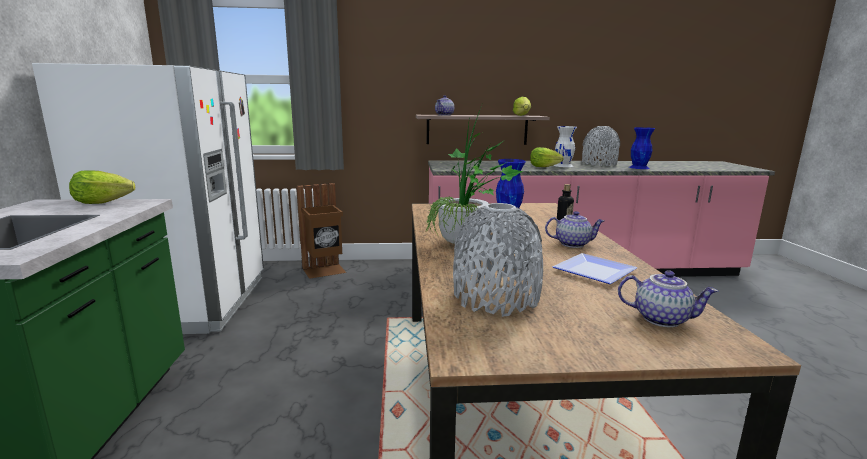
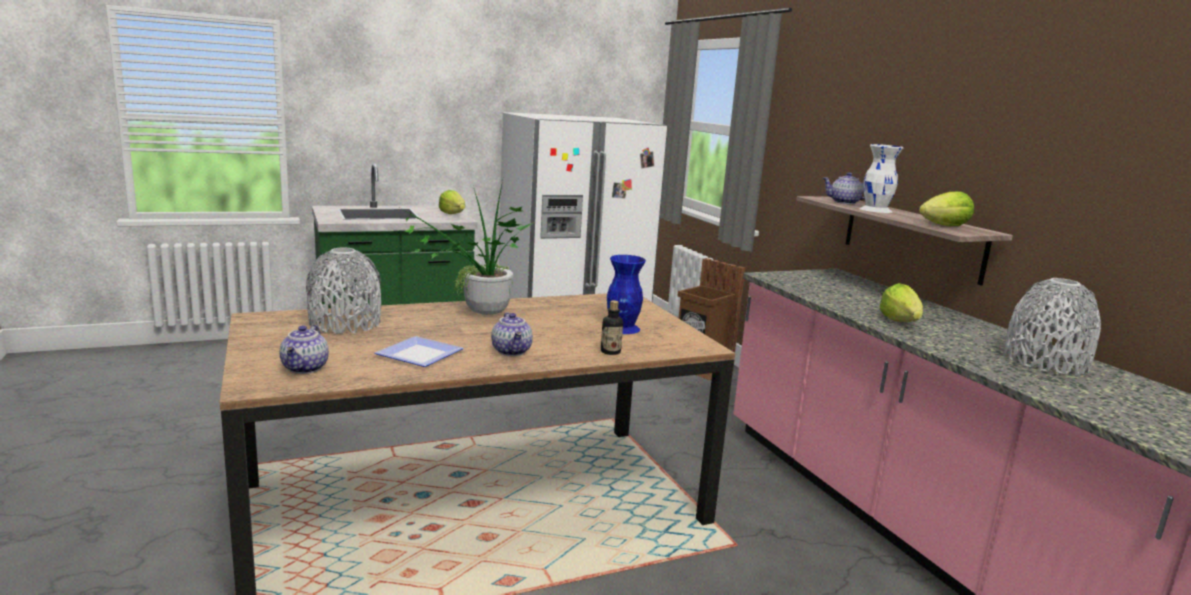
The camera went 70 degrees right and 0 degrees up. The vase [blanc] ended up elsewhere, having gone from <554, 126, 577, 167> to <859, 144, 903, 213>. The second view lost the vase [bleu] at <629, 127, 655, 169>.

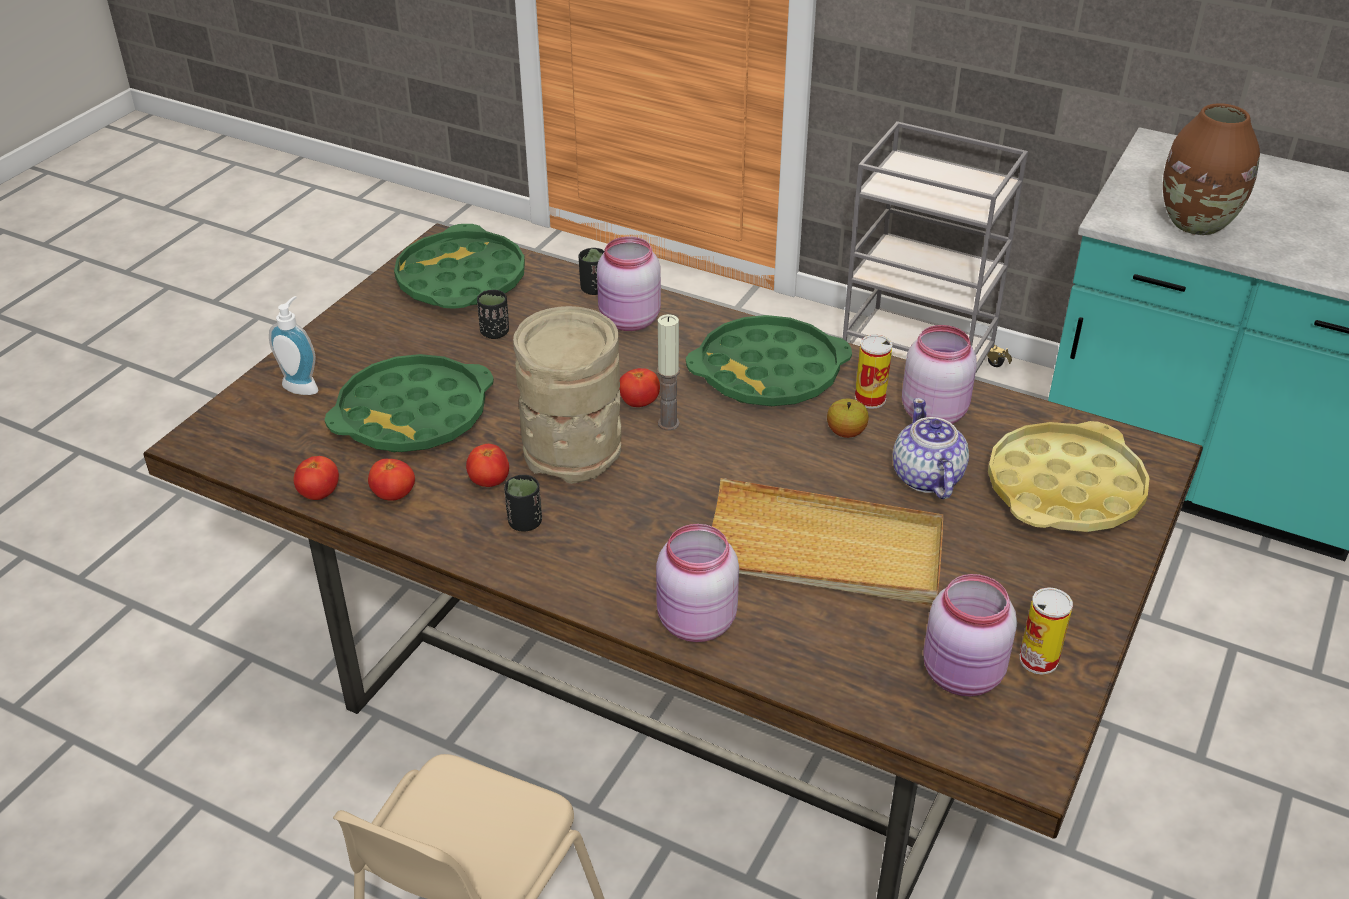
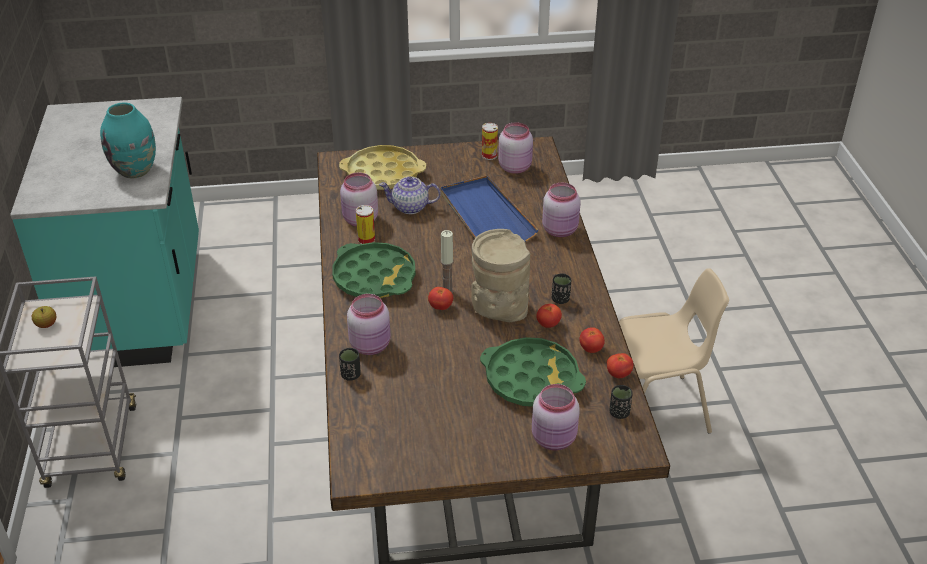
The camera went 125 degrees left and 0 degrees up. What was the vase [marron] at <1163, 103, 1260, 235> turned into the vase [turquoise] at <100, 102, 156, 178>. The second view lost the plateau [vert] at <394, 224, 525, 309>. The tasse [noir] ended up elsewhere, having gone from <477, 290, 509, 339> to <610, 385, 633, 419>. Where the distributeur de savon stood at <269, 296, 319, 395>, the bocal [rose] came to stand at <532, 384, 580, 451>. The théière at <893, 398, 969, 499> ended up facing another way, 45 degrees clockwise from before. The pomme ended up elsewhere, having gone from <827, 399, 869, 438> to <32, 306, 56, 328>. What was the plateau [beige] at <712, 478, 943, 605> turned into the plateau [bleu] at <440, 176, 539, 242>.

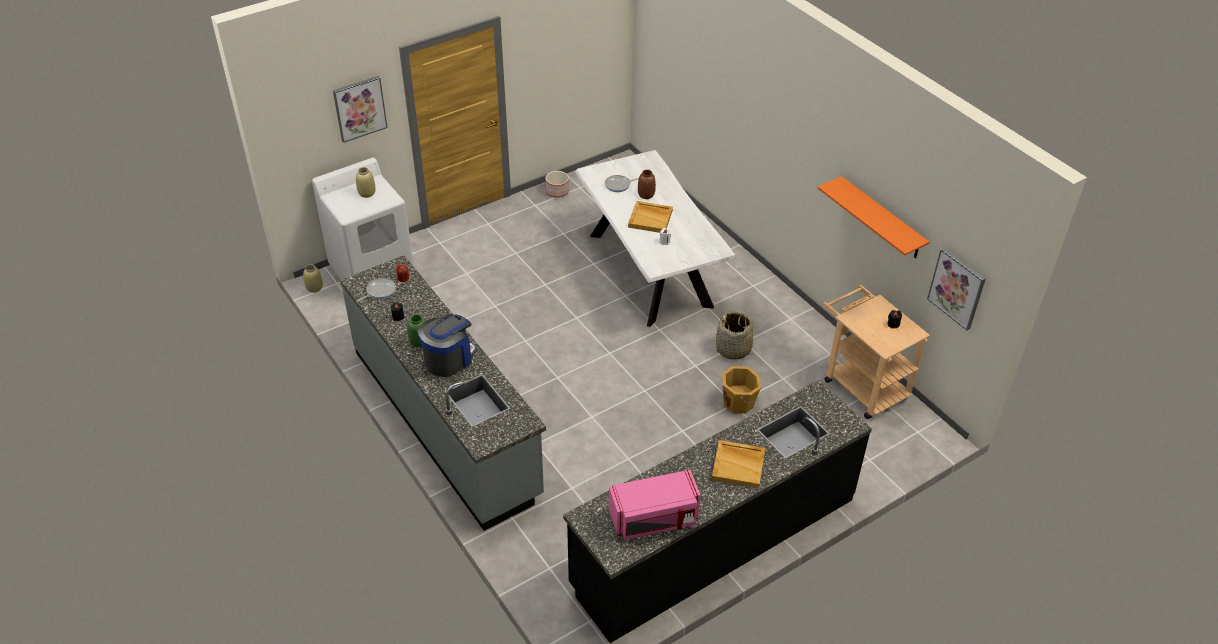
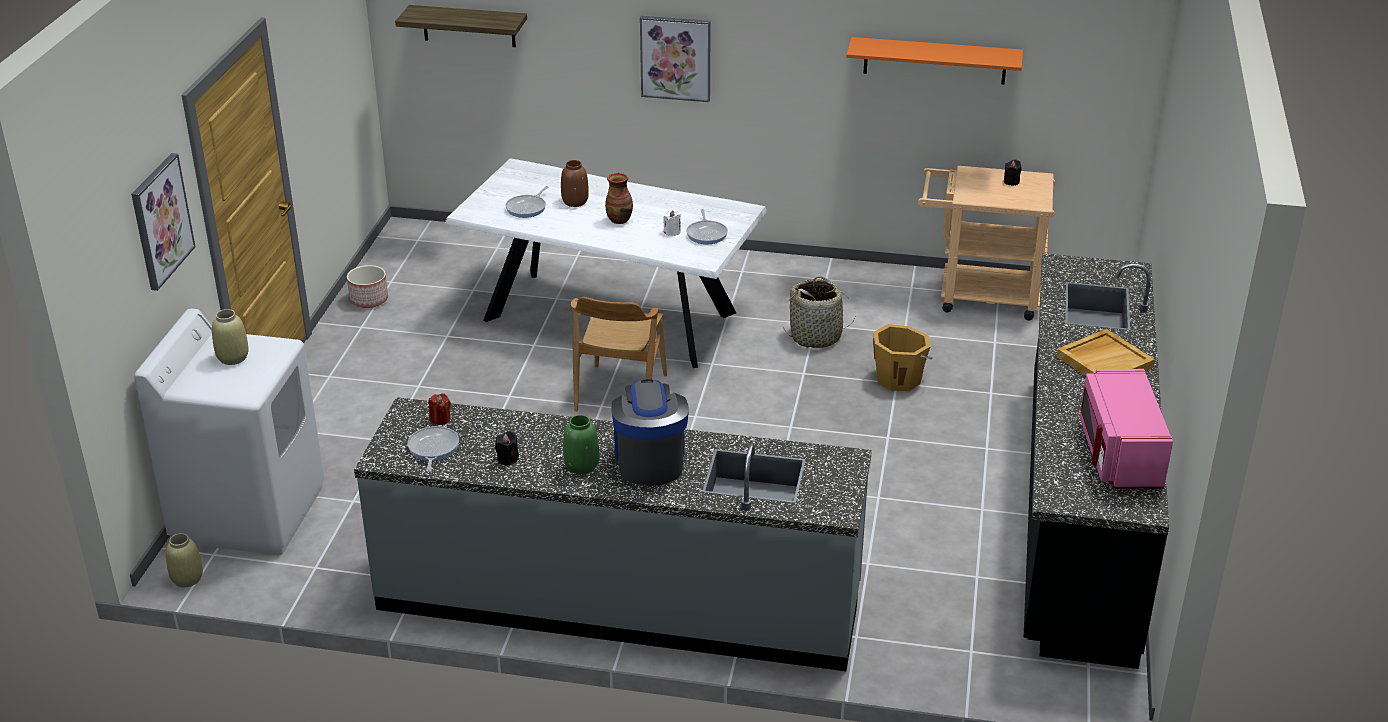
The camera went 45 degrees left and 10 degrees down. Where the plateau [beige] stood at <628, 201, 673, 233>, the vase came to stand at <605, 173, 633, 224>. The tableau ended up elsewhere, having gone from <927, 248, 986, 330> to <640, 16, 711, 102>. The micro-ondes [rose] at <609, 470, 700, 540> ended up facing another way, 150 degrees clockwise from before. The second view gained the étagère at <395, 5, 527, 47>. The second view gained the poêle at <686, 209, 728, 244>. The second view gained the chaise [marron] at <571, 297, 667, 412>.

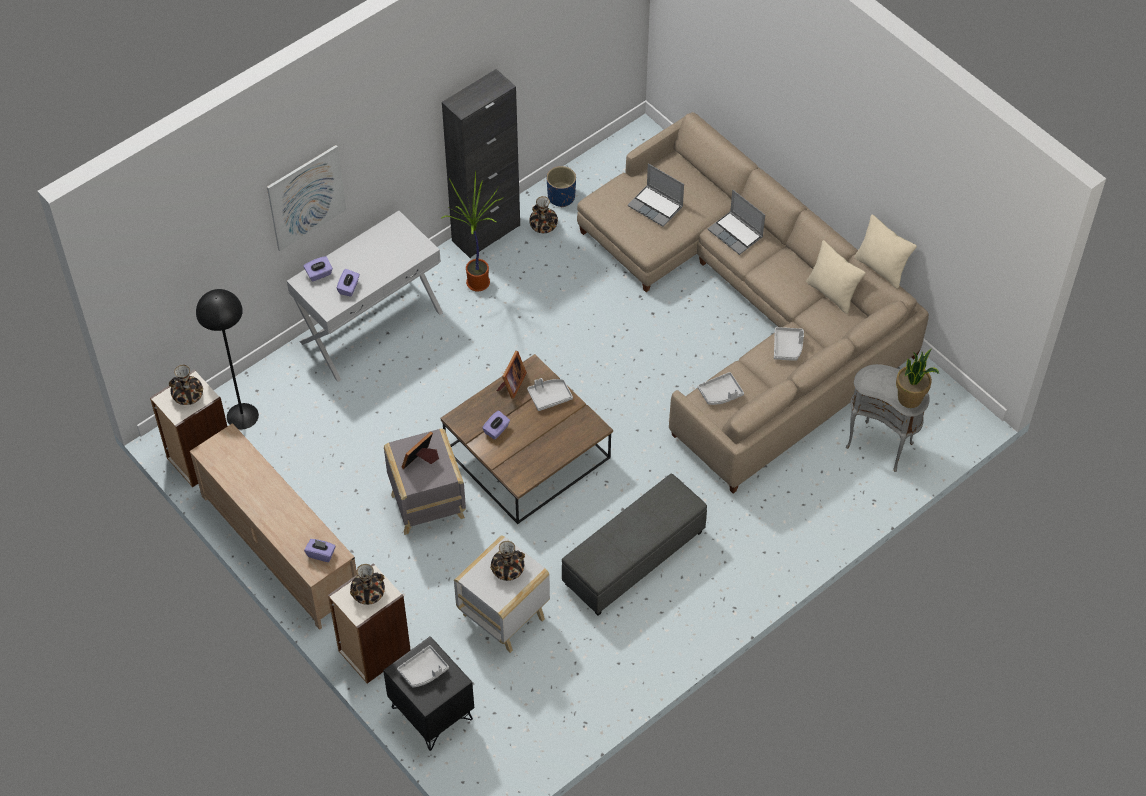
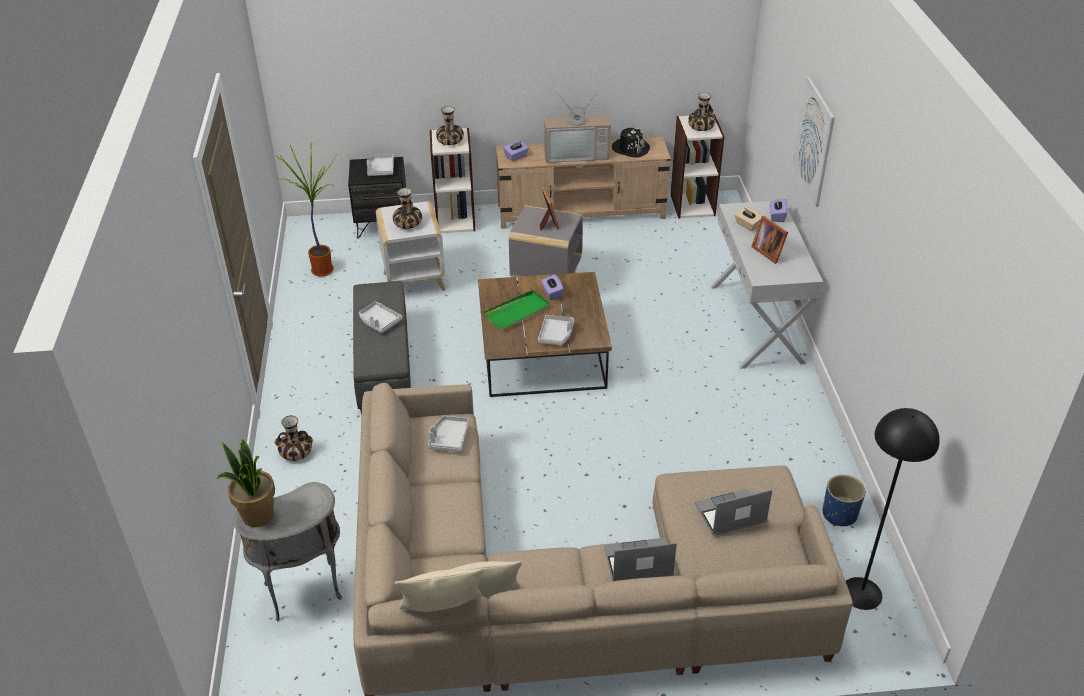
The camera went 125 degrees right and 15 degrees down. The second view lost the meuble de rangement [noir] at <442, 69, 520, 258>. The plante en pot ended up elsewhere, having gone from <442, 171, 503, 292> to <276, 143, 337, 277>. The vase ended up elsewhere, having gone from <529, 196, 558, 233> to <274, 415, 313, 461>. What was the boîte à mouchoirs [violet] at <337, 269, 360, 297> turned into the boîte à mouchoirs [beige] at <735, 206, 763, 231>. The lampadaire [noir] ended up elsewhere, having gone from <196, 289, 259, 429> to <846, 408, 940, 610>. The plateau [gris] ended up elsewhere, having gone from <774, 327, 804, 361> to <359, 301, 402, 333>. The cadre photo ended up elsewhere, having gone from <497, 351, 527, 399> to <751, 216, 788, 264>. The second view gained the téléviseur at <544, 92, 611, 163>. The second view gained the chapeau [noir] at <612, 127, 650, 158>. The second view gained the plateau [vert] at <483, 290, 551, 330>.

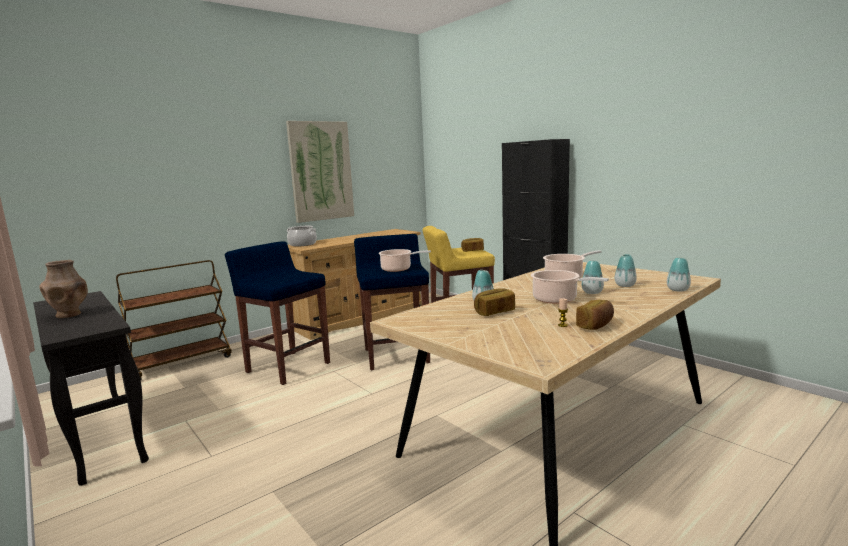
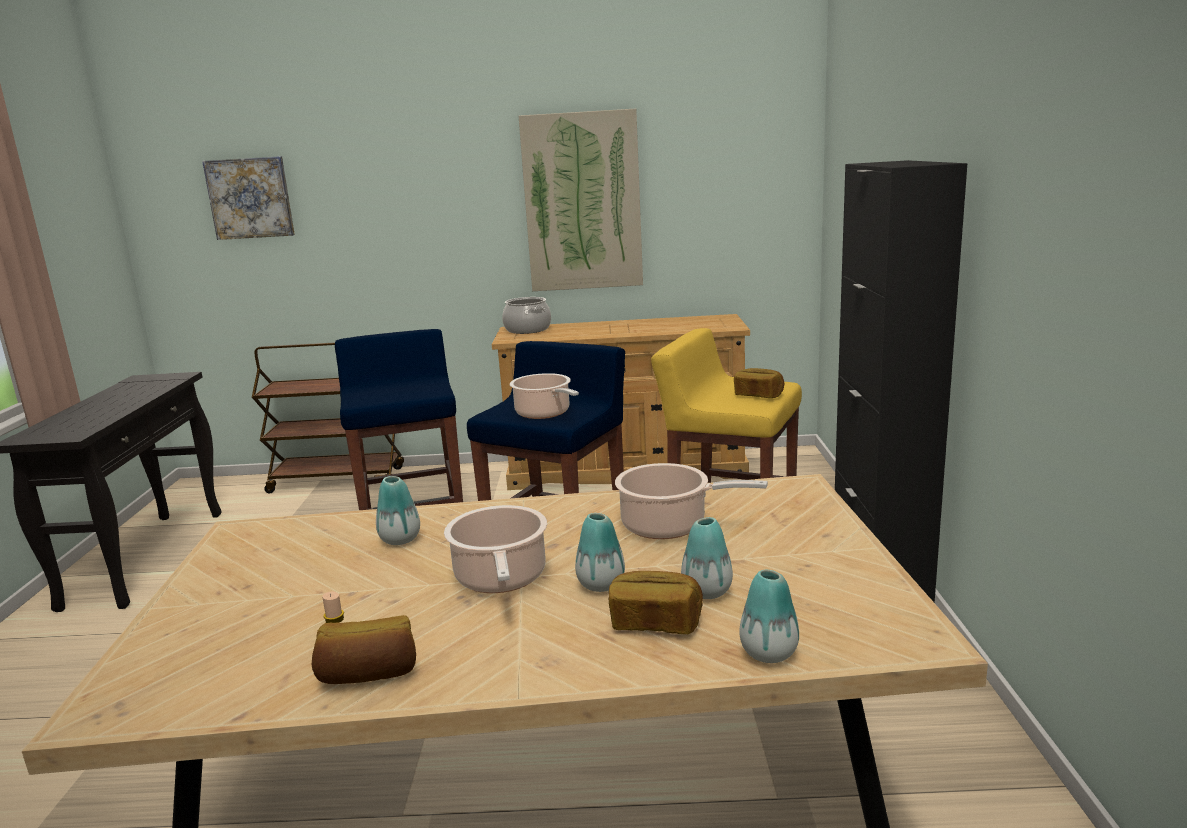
The camera went 40 degrees right and 5 degrees up. The second view lost the vase [marron] at <39, 260, 88, 318>. The pain ended up elsewhere, having gone from <474, 288, 515, 316> to <609, 571, 703, 634>. The second view gained the tableau at <202, 156, 295, 240>.

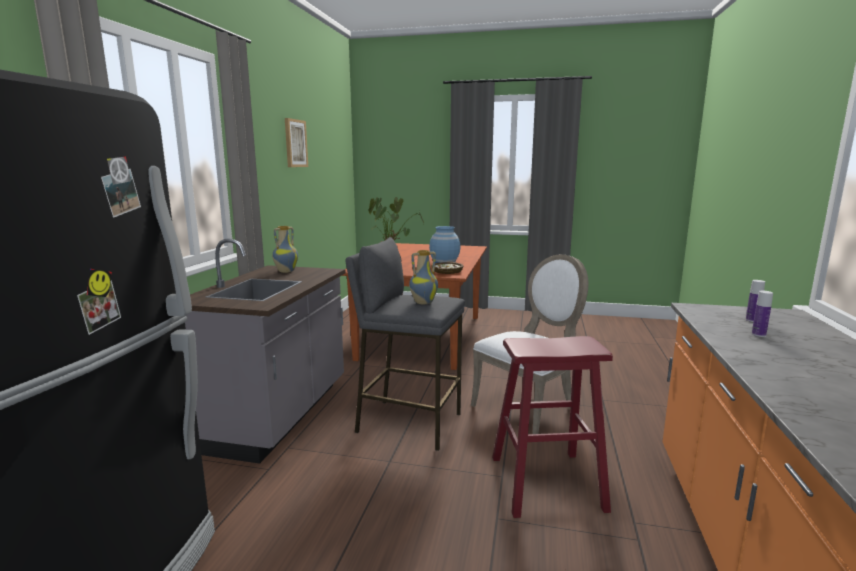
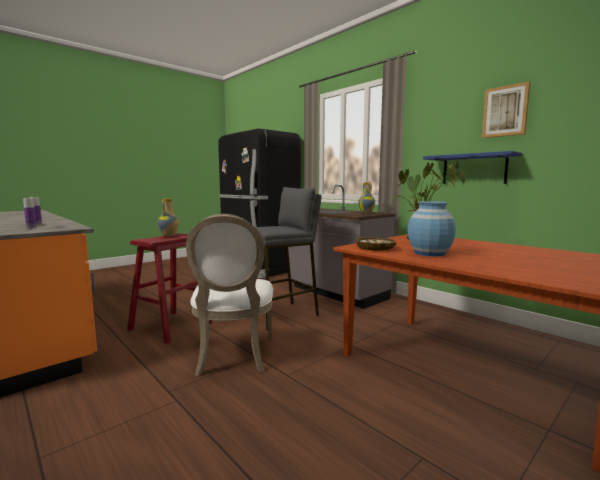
The camera went 125 degrees right and 5 degrees down. The vase ended up elsewhere, having gone from <409, 250, 438, 304> to <158, 199, 179, 236>. The second view gained the étagère [bleu] at <423, 151, 522, 184>.

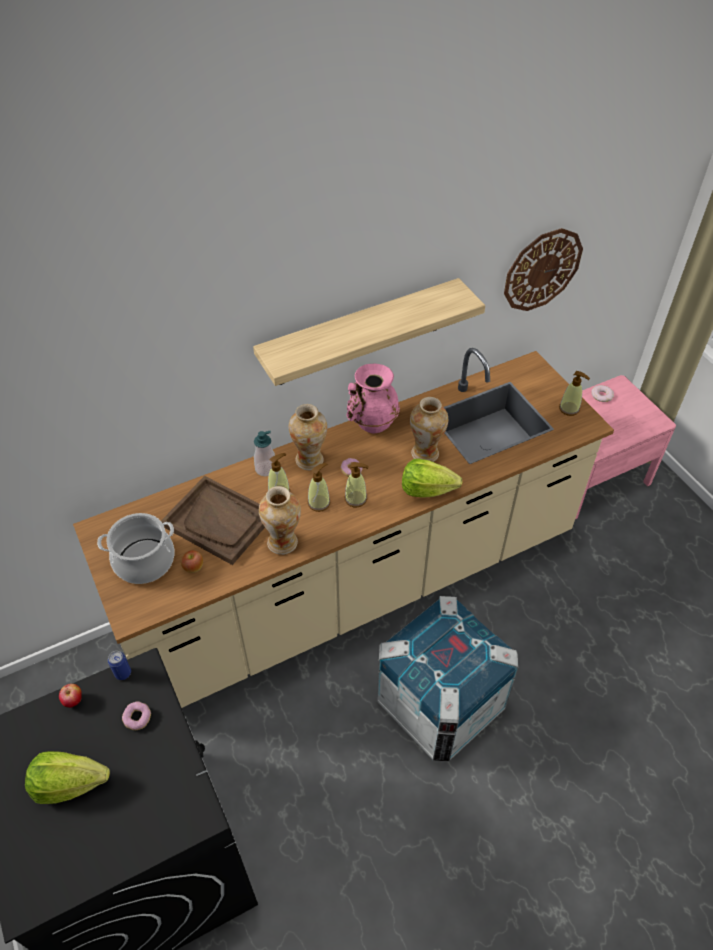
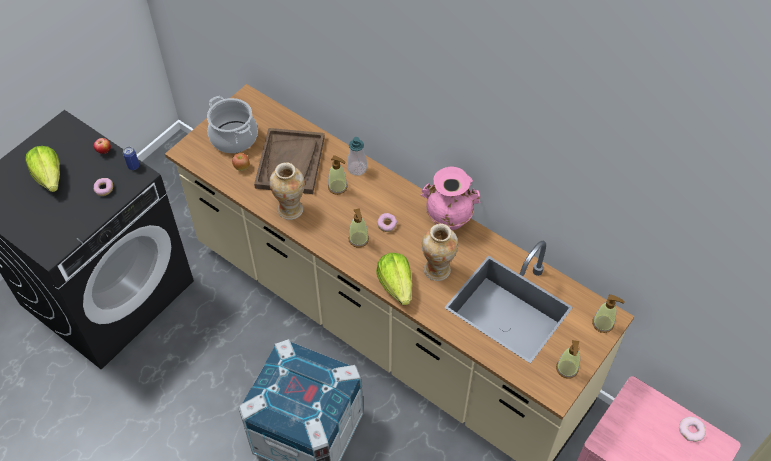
The camera went 65 degrees right and 5 degrees up. The second view lost the horloge murale at <504, 228, 583, 311>. The second view lost the étagère at <253, 278, 485, 386>. The second view lost the vase at <289, 404, 327, 470>. The distributeur de savon ended up elsewhere, having gone from <308, 463, 330, 512> to <592, 294, 625, 333>.

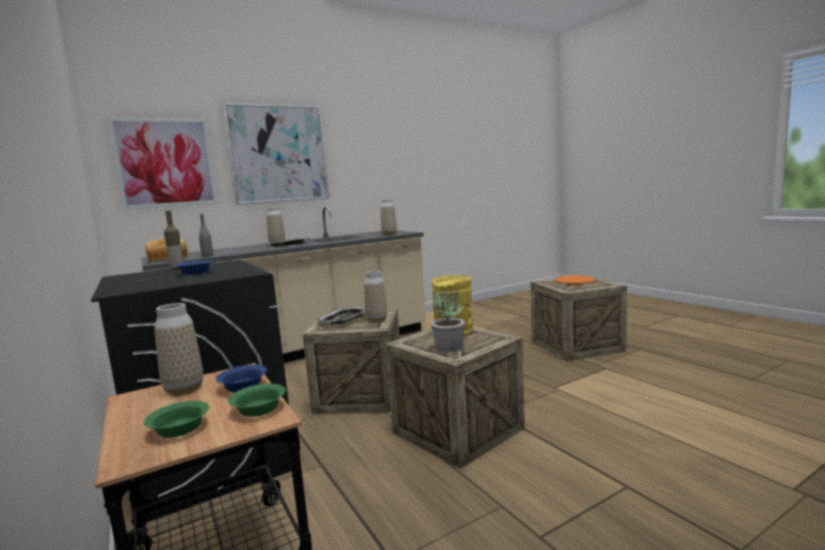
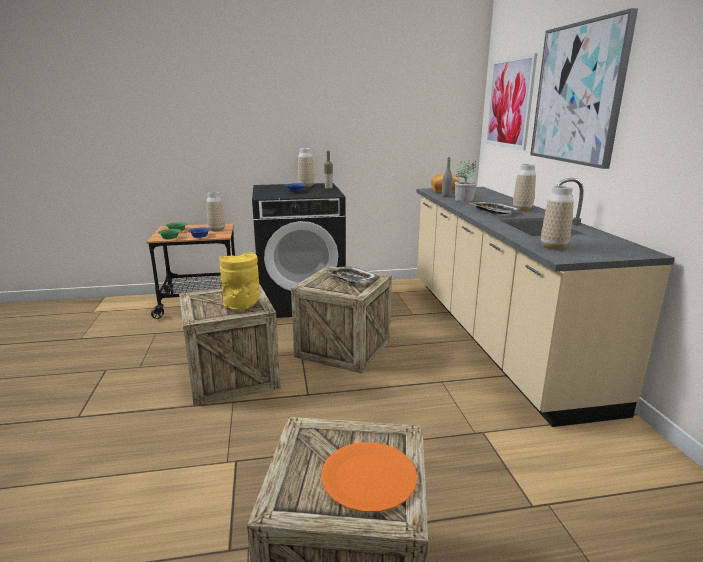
The camera went 110 degrees right and 10 degrees up. The vase ended up elsewhere, having gone from <364, 271, 387, 323> to <298, 148, 314, 187>. The plante en pot ended up elsewhere, having gone from <431, 287, 465, 352> to <454, 161, 477, 202>.

